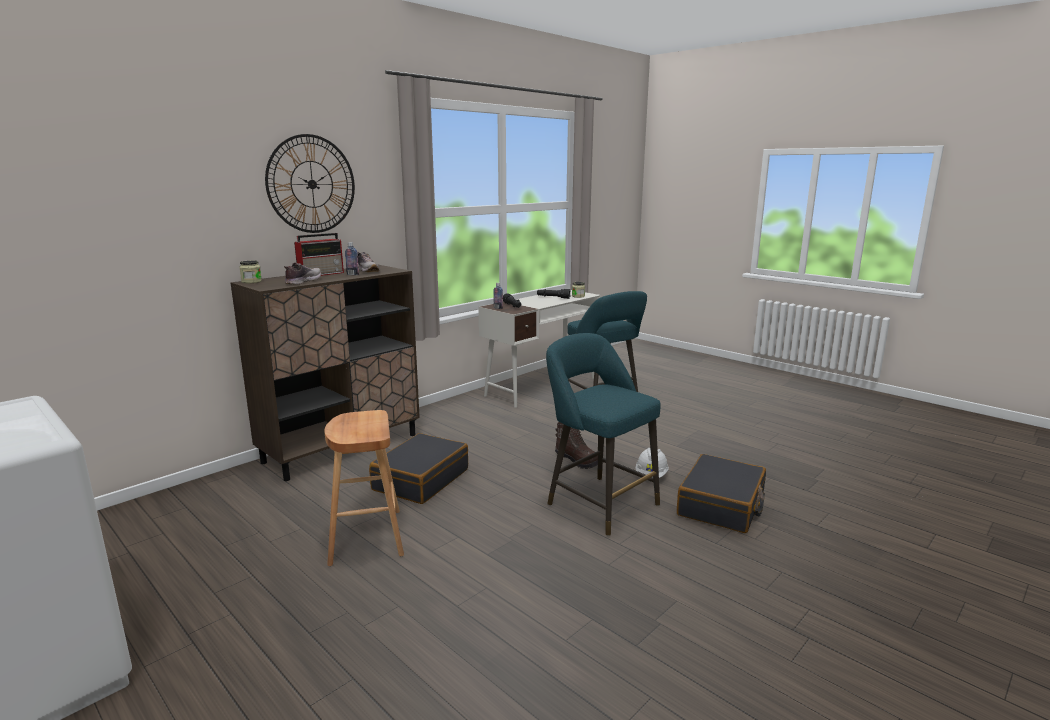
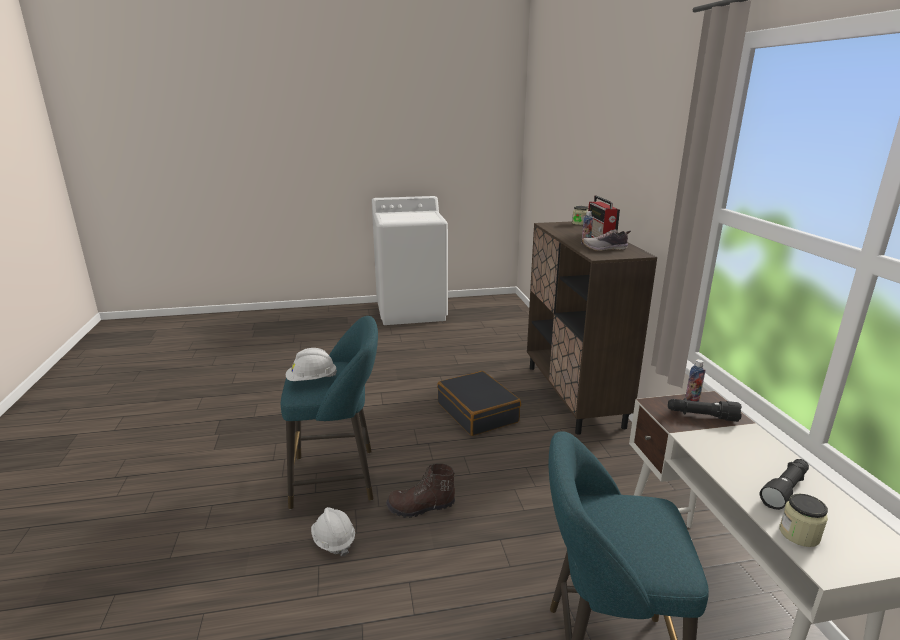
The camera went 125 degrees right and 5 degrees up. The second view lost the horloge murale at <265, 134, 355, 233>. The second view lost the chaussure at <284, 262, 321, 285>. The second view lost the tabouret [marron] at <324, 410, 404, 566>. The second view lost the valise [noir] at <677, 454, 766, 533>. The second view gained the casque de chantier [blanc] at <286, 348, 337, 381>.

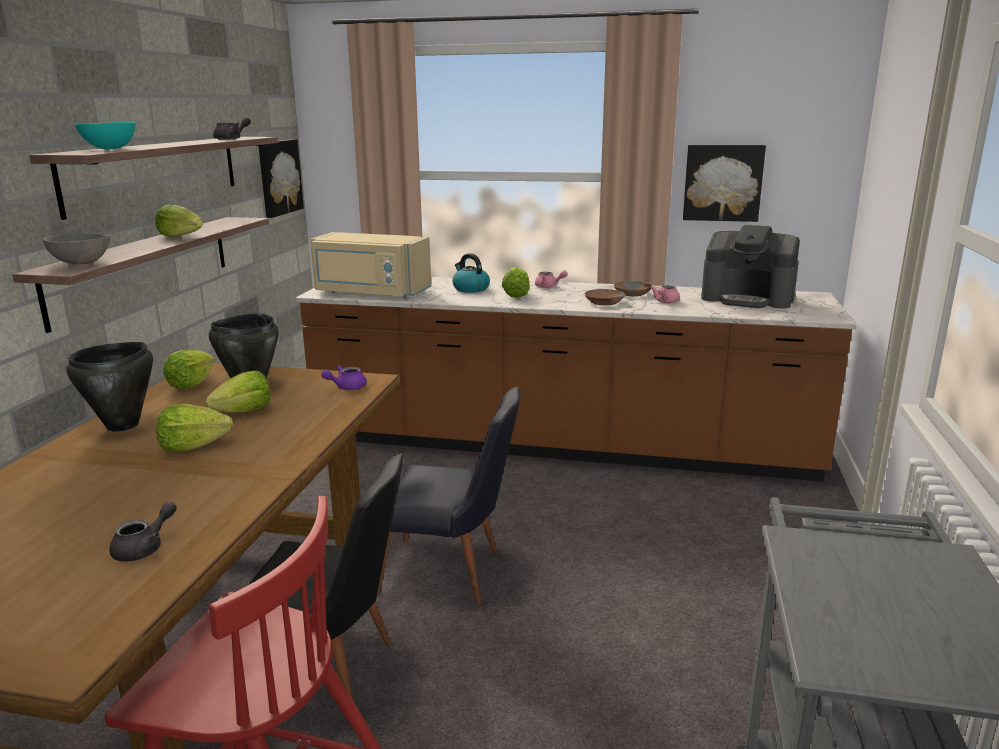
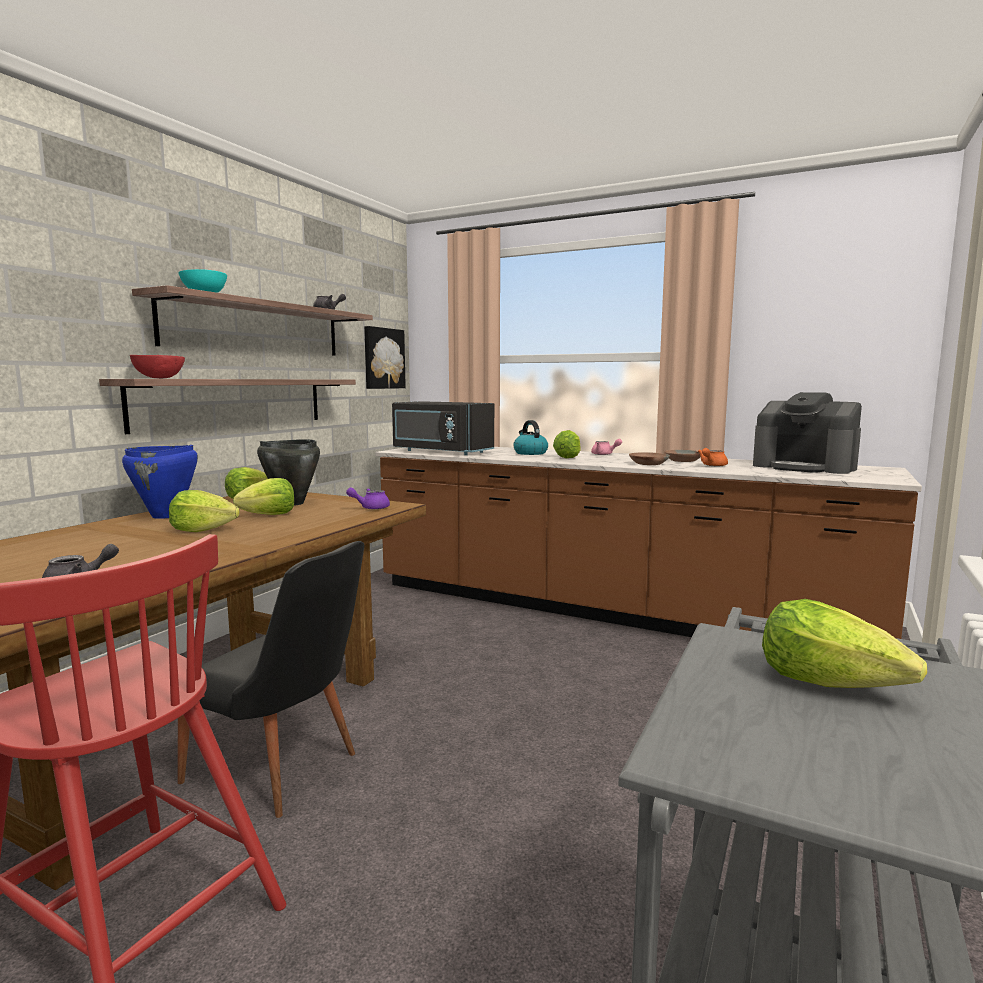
The camera went 15 degrees right and 10 degrees down. The second view lost the tableau at <683, 145, 766, 222>. The laitue ended up elsewhere, having gone from <155, 205, 203, 237> to <762, 599, 927, 688>. What was the micro-ondes [beige] at <310, 232, 431, 299> turned into the micro-ondes [noir] at <392, 401, 494, 455>. What was the bol [gris] at <43, 233, 110, 264> turned into the bol [rouge] at <130, 355, 185, 379>. What was the théière [rose] at <650, 285, 680, 303> turned into the théière [orange] at <698, 448, 728, 466>. What was the marmite [noir] at <66, 342, 153, 432> turned into the marmite [bleu] at <122, 445, 198, 519>. The second view lost the chaise [noir] at <377, 387, 520, 605>.

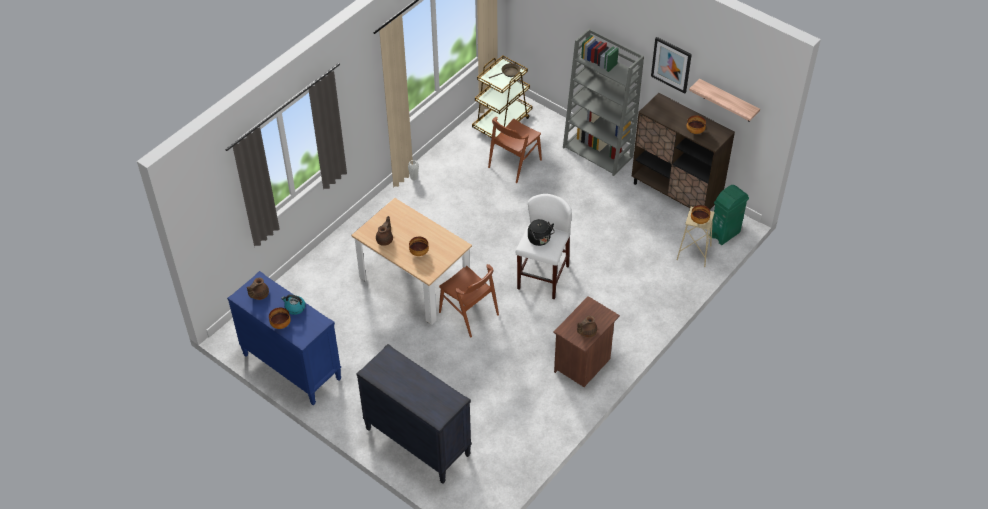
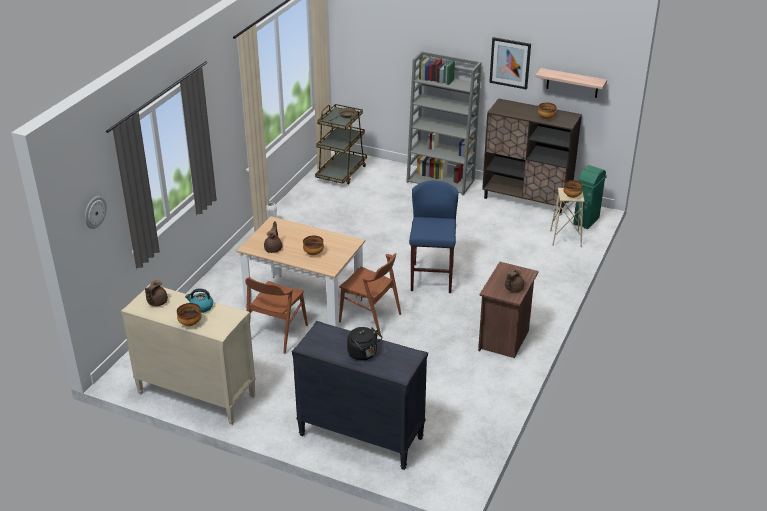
The camera went 15 degrees left and 15 degrees down. The chaise [marron] ended up elsewhere, having gone from <488, 117, 542, 183> to <245, 277, 308, 354>. What was the tabouret [blanc] at <515, 194, 572, 299> turned into the tabouret [bleu] at <409, 181, 458, 293>. The bouilloire [noir] ended up elsewhere, having gone from <528, 219, 555, 246> to <347, 327, 382, 360>. What was the commode [bleu] at <227, 271, 341, 405> turned into the commode [beige] at <121, 283, 256, 424>. The second view gained the horloge murale at <85, 196, 107, 229>.

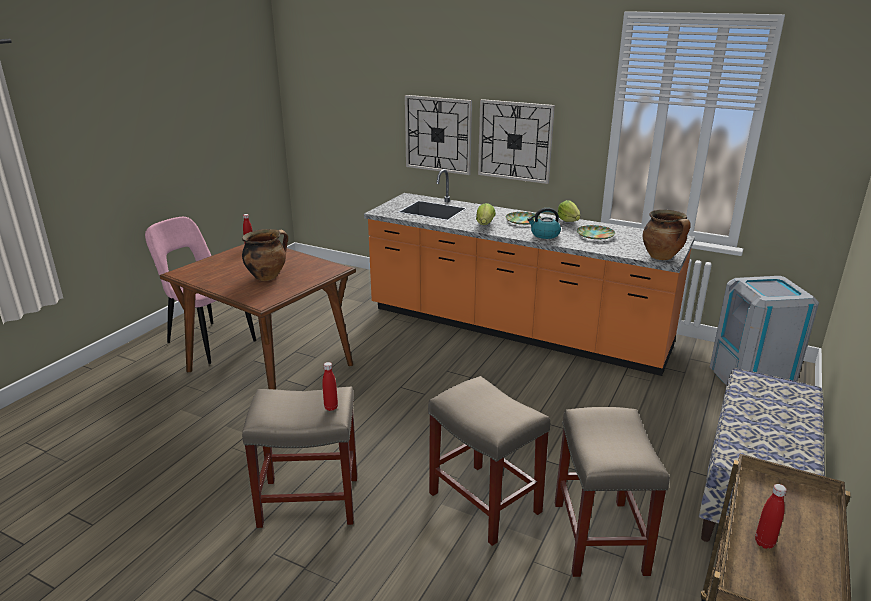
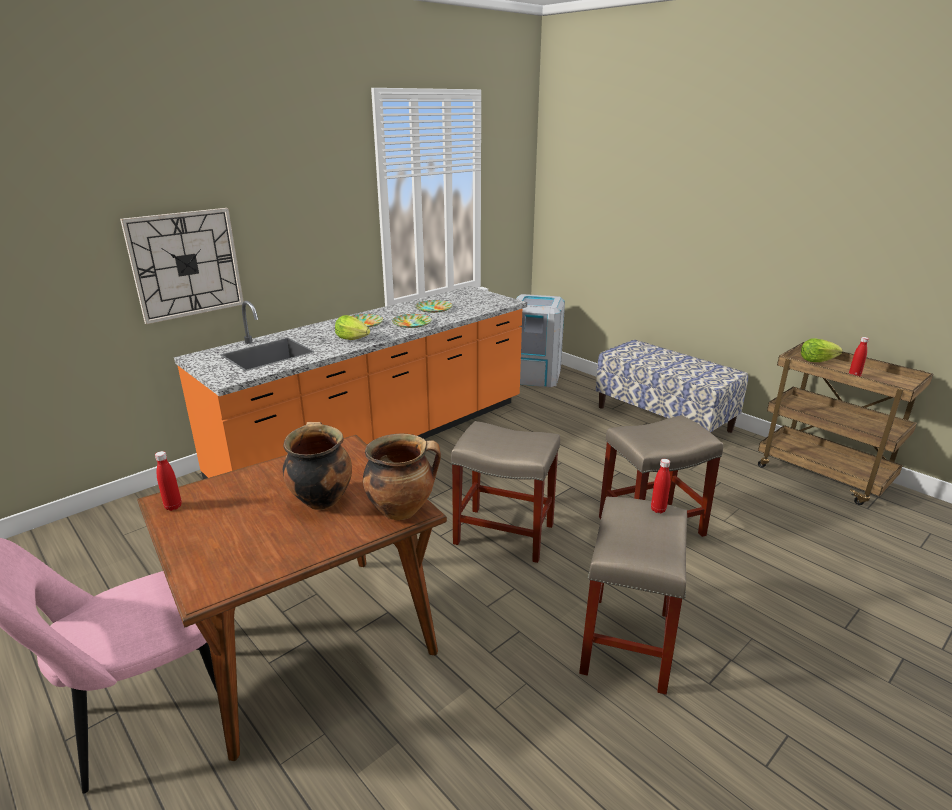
The camera went 70 degrees left and 0 degrees up. The second view lost the horloge murale at <478, 99, 555, 184>. The laitue ended up elsewhere, having gone from <558, 200, 580, 222> to <801, 338, 843, 362>. Where the bouilloire stood at <527, 208, 561, 239>, the assiette came to stand at <392, 314, 432, 328>. The marmite ended up elsewhere, having gone from <643, 210, 691, 260> to <363, 434, 441, 520>. The tabouret [beige] ended up elsewhere, having gone from <555, 407, 669, 577> to <451, 421, 560, 563>.

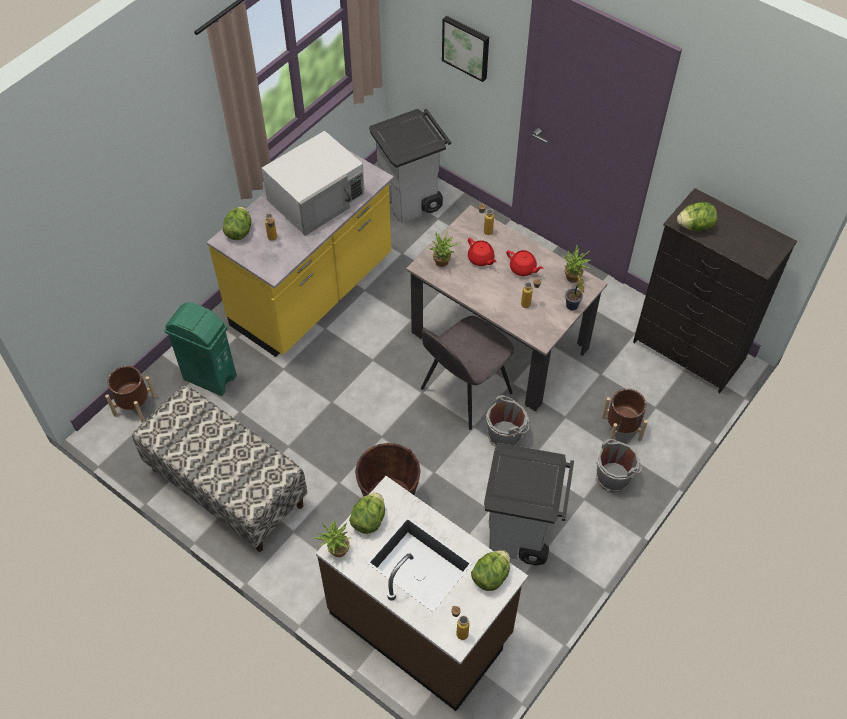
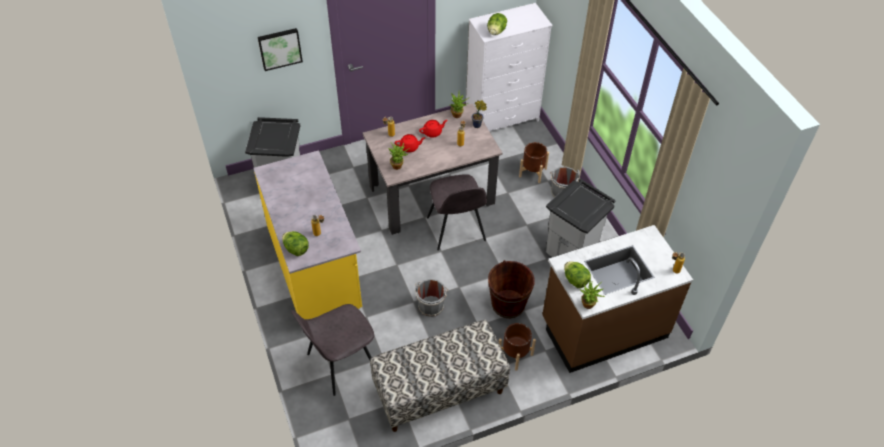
The camera went 60 degrees left and 5 degrees down. The second view lost the micro-ondes [blanc] at <262, 131, 365, 236>. What was the commode [noir] at <633, 188, 797, 393> turned into the commode [blanc] at <466, 3, 553, 131>. Where the poubelle [vert] stood at <164, 302, 237, 396>, the chaise [gris] came to stand at <291, 304, 374, 396>. The cache-pot [marron] ended up elsewhere, having gone from <105, 366, 156, 423> to <499, 323, 536, 371>. The seau [gris] ended up elsewhere, having gone from <486, 395, 530, 446> to <415, 279, 448, 317>. The second view lost the laitue at <471, 550, 510, 591>.

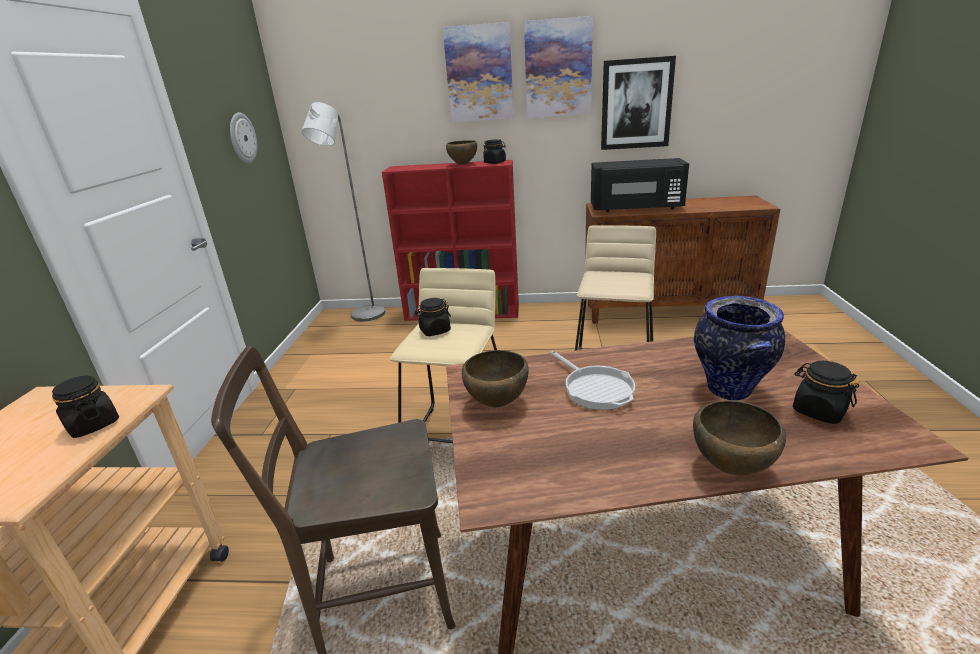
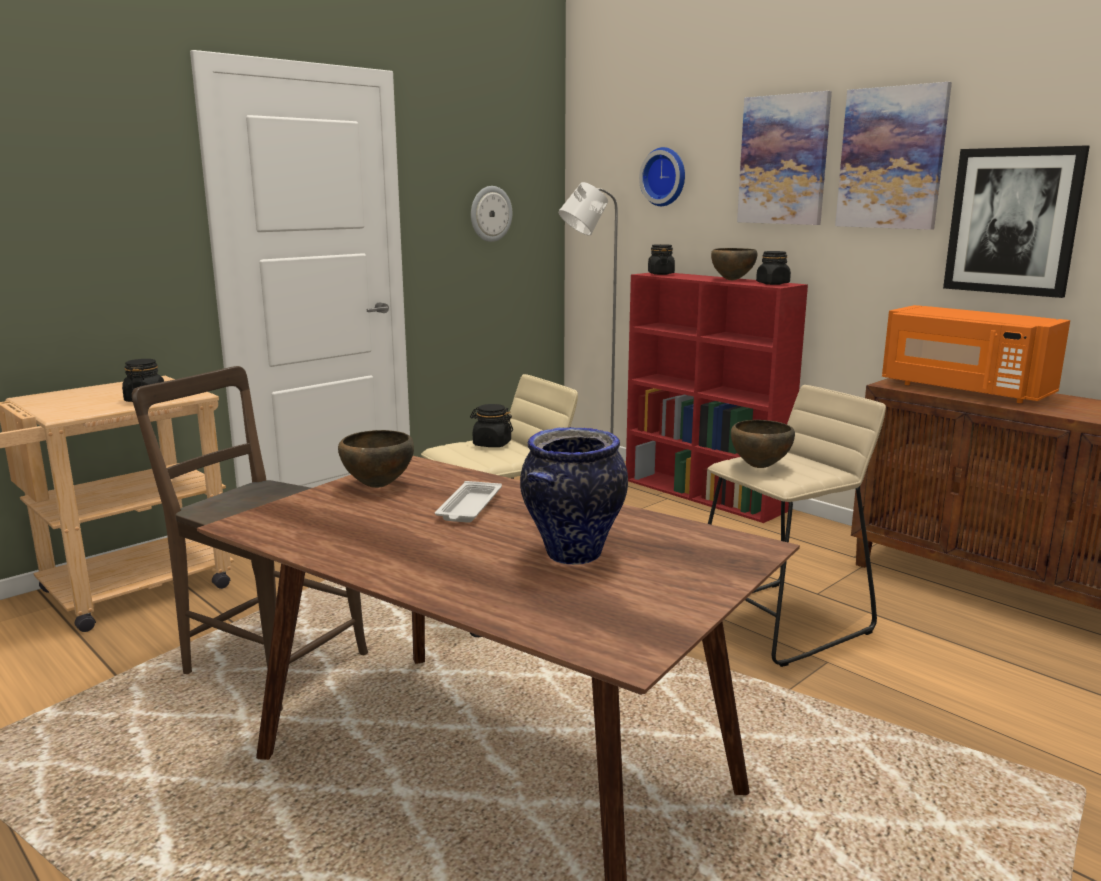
The camera went 40 degrees right and 10 degrees down. What was the micro-ondes [noir] at <591, 158, 689, 212> turned into the micro-ondes [orange] at <882, 305, 1070, 403>. Where the poêle stood at <550, 351, 635, 410>, the plateau [blanc] came to stand at <435, 481, 502, 523>. The bocal [noir] ended up elsewhere, having gone from <793, 361, 859, 424> to <648, 244, 675, 275>. The bol [marron] ended up elsewhere, having gone from <693, 400, 786, 475> to <731, 420, 795, 468>. The second view gained the horloge murale at <639, 147, 685, 206>.

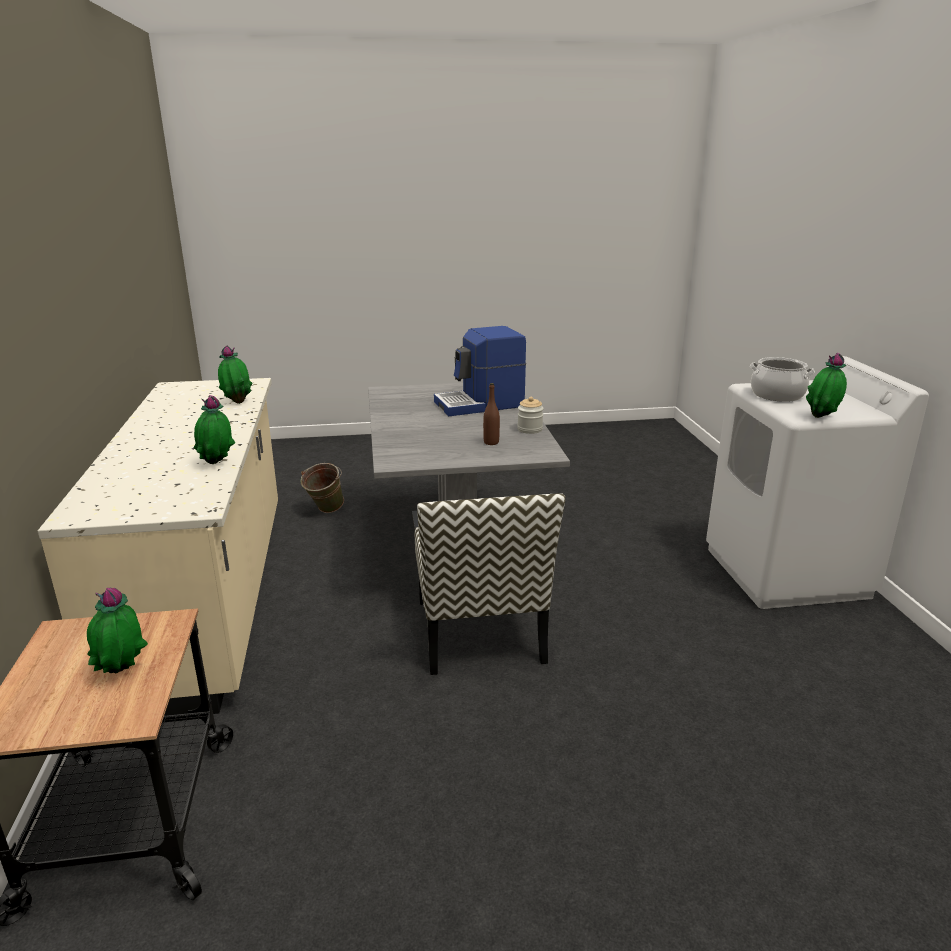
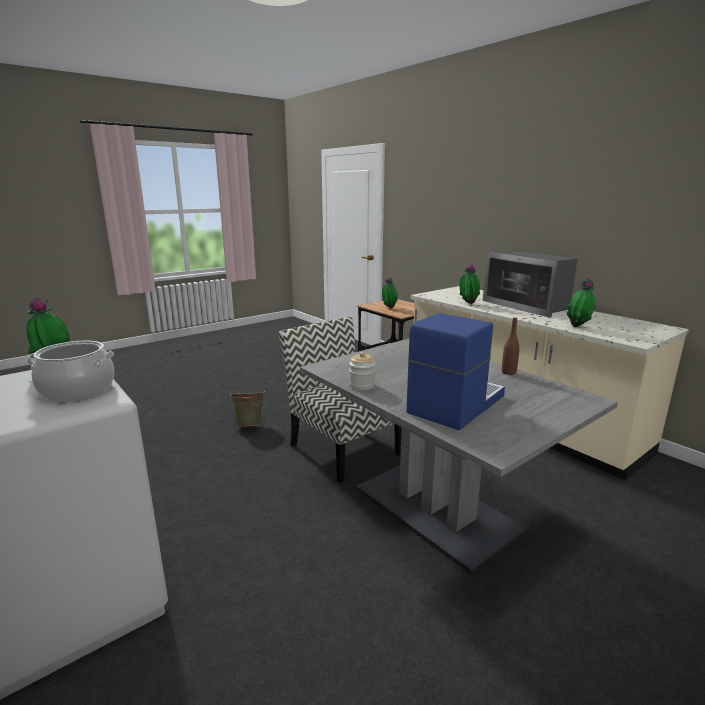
The camera went 150 degrees right and 5 degrees down. The bouteille [marron] ended up elsewhere, having gone from <483, 383, 500, 445> to <502, 318, 519, 375>. The seau [vert] ended up elsewhere, having gone from <300, 463, 344, 513> to <230, 390, 265, 427>. The second view gained the micro-ondes at <483, 251, 578, 318>.

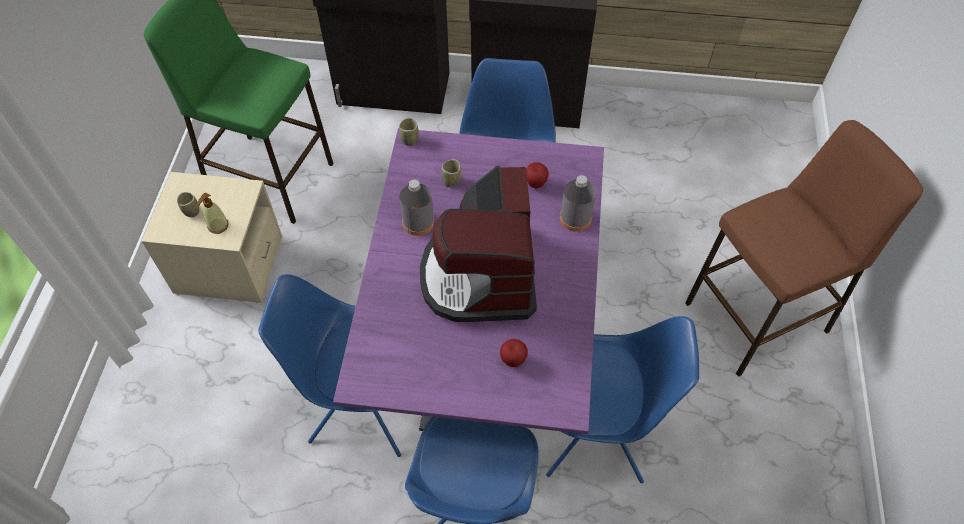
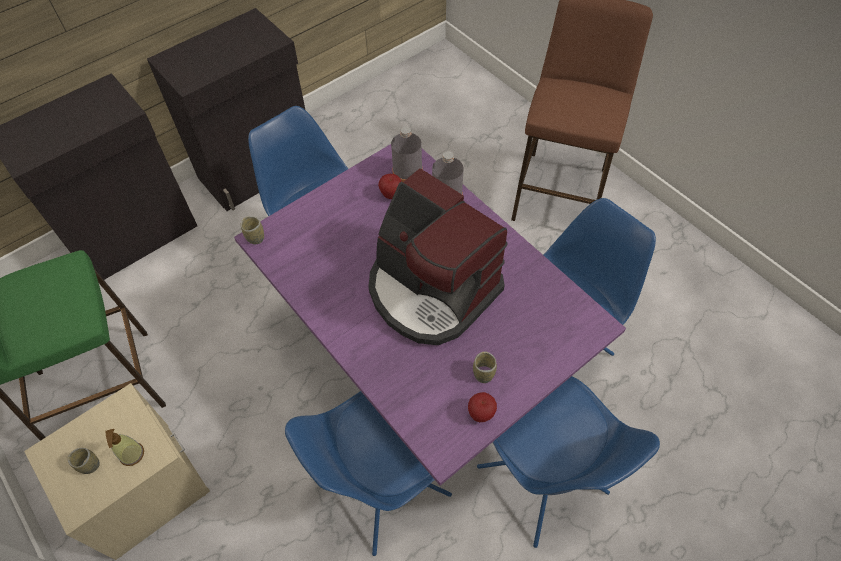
The camera went 45 degrees left and 0 degrees up. The tasse ended up elsewhere, having gone from <441, 159, 461, 187> to <473, 351, 497, 383>. The bouteille [gris] ended up elsewhere, having gone from <399, 180, 435, 236> to <391, 126, 423, 182>. The pomme ended up elsewhere, having gone from <500, 339, 528, 367> to <468, 392, 497, 422>.

